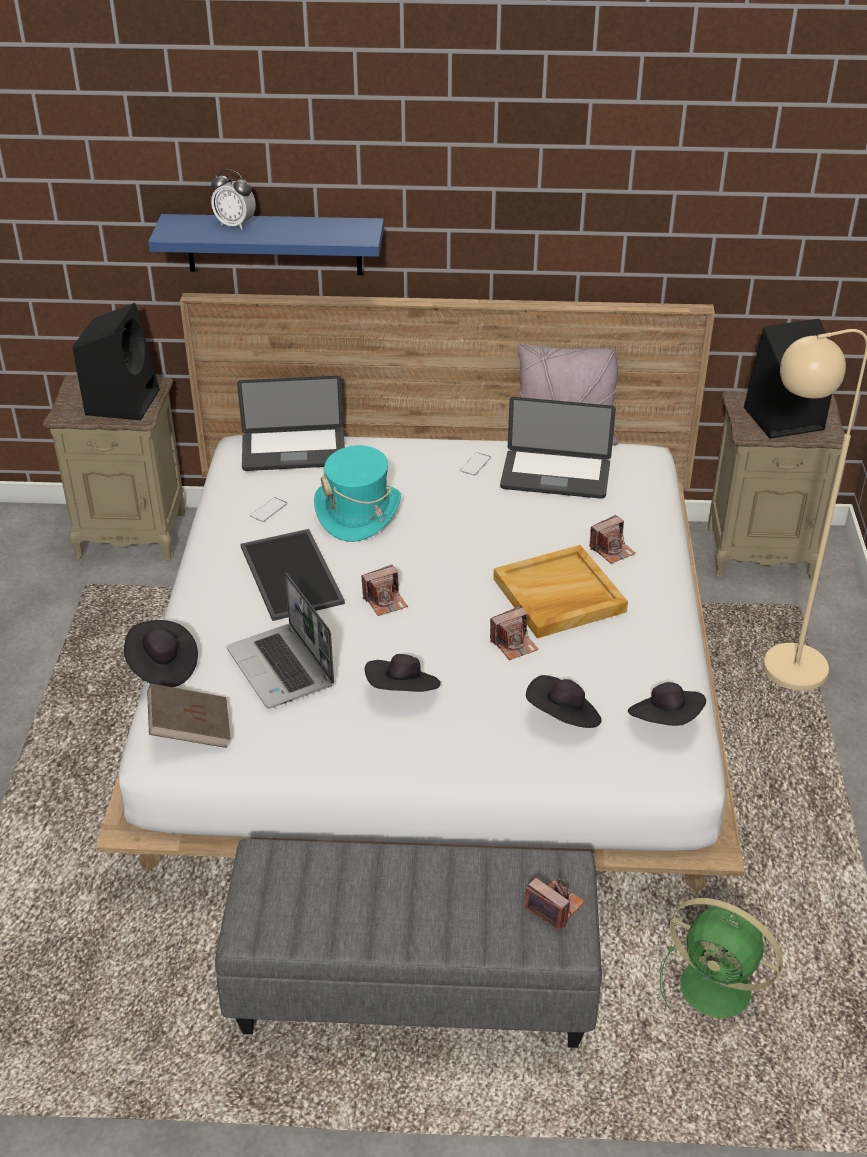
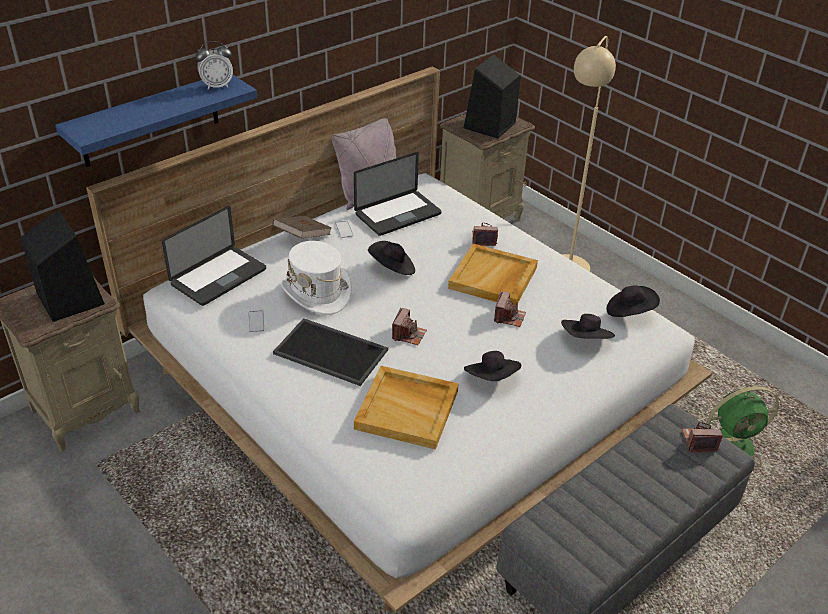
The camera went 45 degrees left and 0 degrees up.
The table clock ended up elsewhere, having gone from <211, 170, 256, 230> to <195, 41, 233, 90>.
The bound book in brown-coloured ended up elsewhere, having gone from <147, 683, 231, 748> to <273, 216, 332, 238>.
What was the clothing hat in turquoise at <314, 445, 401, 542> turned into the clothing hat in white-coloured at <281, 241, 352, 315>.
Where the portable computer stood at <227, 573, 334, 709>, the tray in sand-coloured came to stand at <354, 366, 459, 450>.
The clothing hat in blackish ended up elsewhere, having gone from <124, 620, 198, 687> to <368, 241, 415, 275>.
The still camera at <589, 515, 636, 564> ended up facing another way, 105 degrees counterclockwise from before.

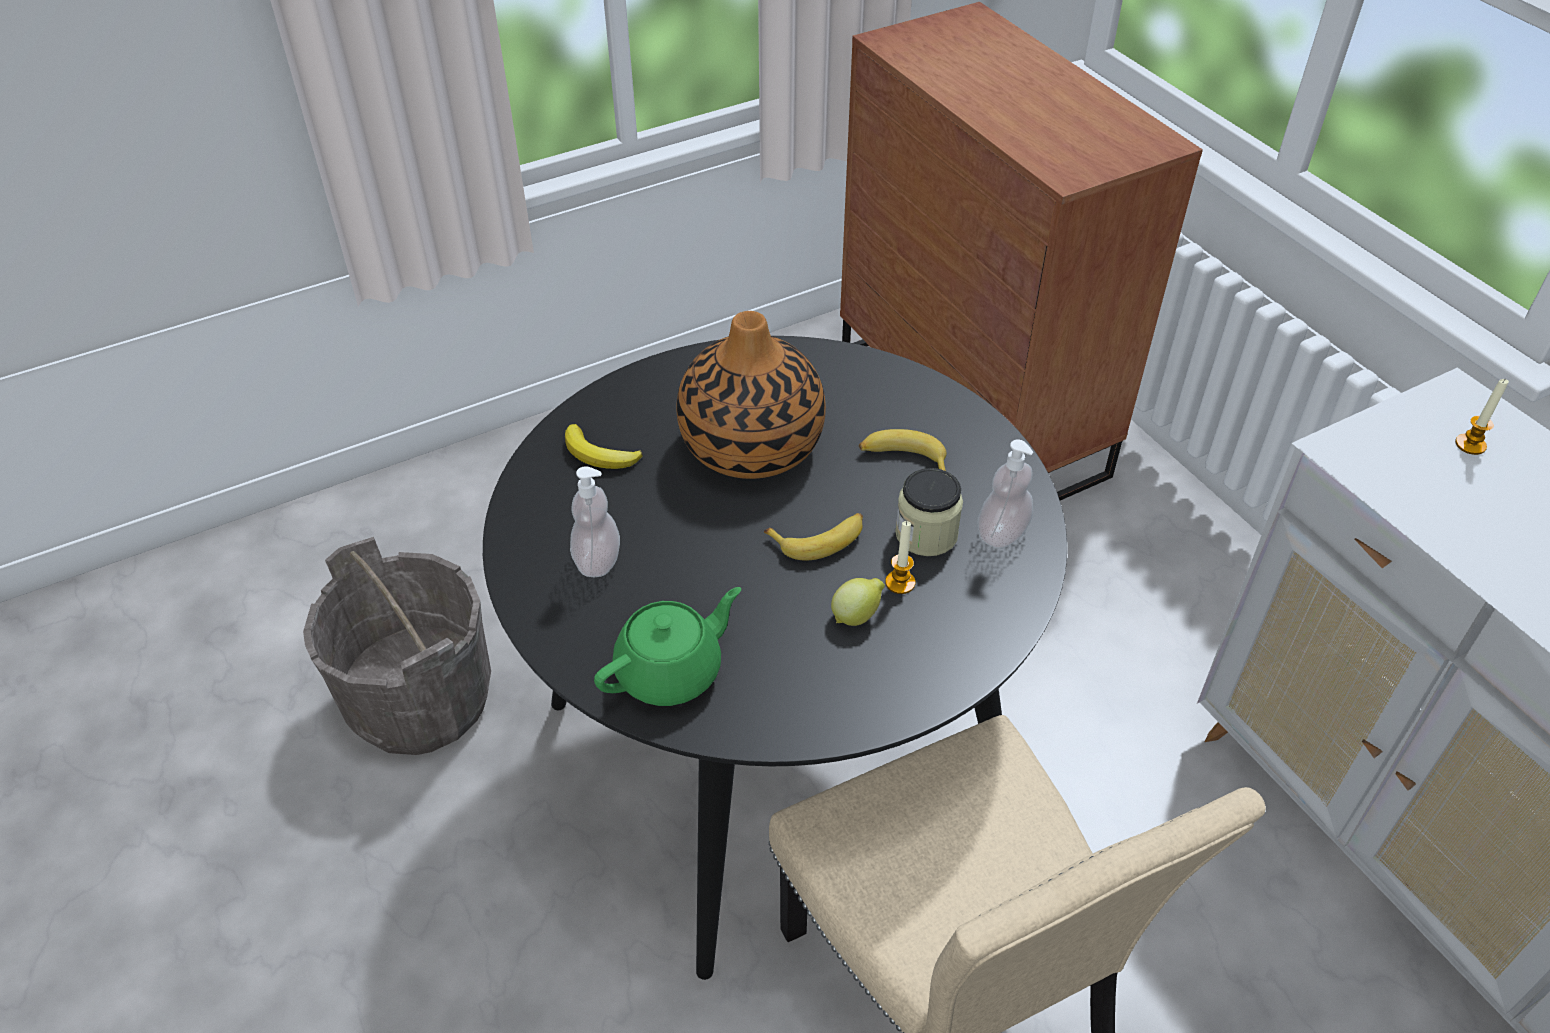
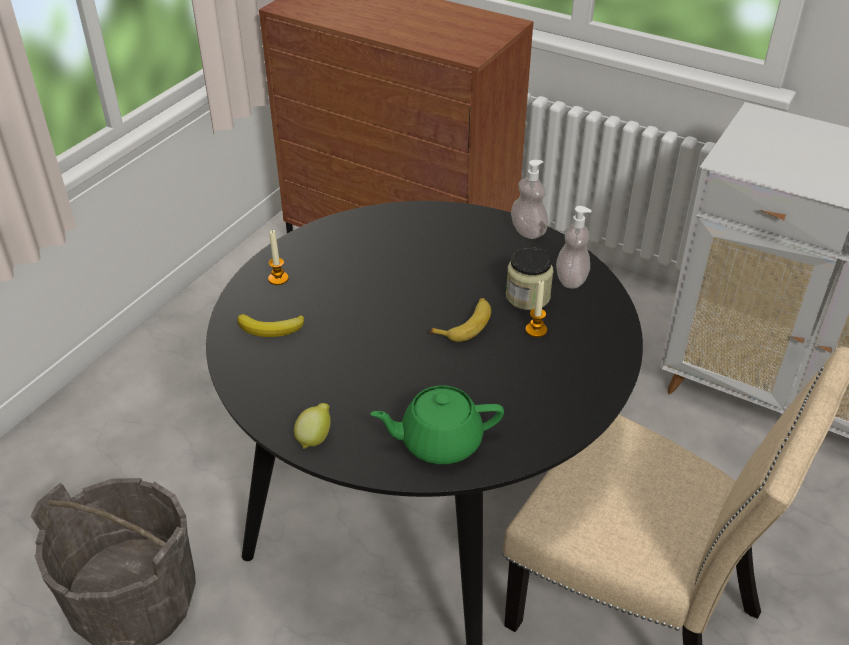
The camera went 30 degrees left and 5 degrees down.
The wax light ended up elsewhere, having gone from <1455, 378, 1509, 455> to <268, 230, 289, 285>.
The whole lemon ended up elsewhere, having gone from <831, 578, 885, 626> to <294, 403, 331, 449>.
The teapot in green-coloured at <594, 587, 741, 706> ended up facing another way, 120 degrees counterclockwise from before.
The liquid soap bottle ended up elsewhere, having gone from <570, 466, 620, 577> to <511, 160, 548, 239>.
The second view lost the vase at <676, 311, 826, 479>.
The second view lost the whole banana at <859, 429, 947, 471>.

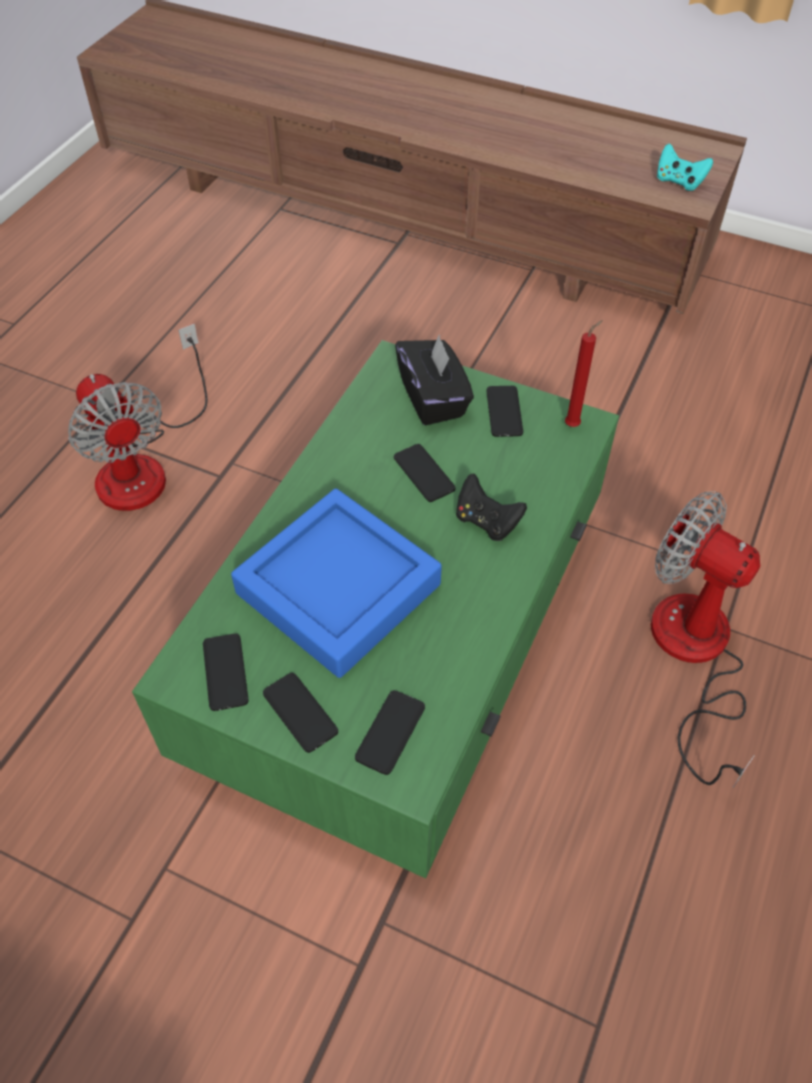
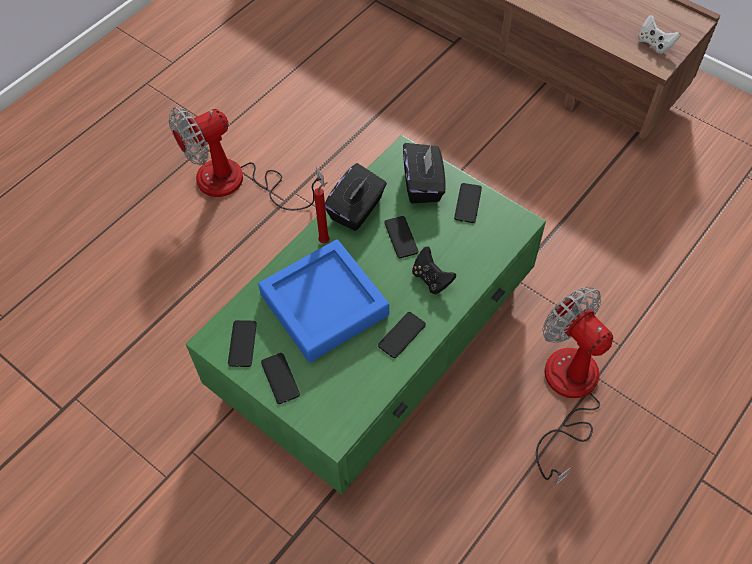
The camera went 15 degrees right and 5 degrees up.
The cooling fan at <68, 324, 208, 511> ended up facing another way, 75 degrees clockwise from before.
The wax light in red-coloured ended up elsewhere, having gone from <565, 320, 603, 427> to <314, 182, 329, 243>.
The second view gained the box of tissues in blackish at <325, 163, 387, 231>.
The phone ended up elsewhere, having gone from <355, 690, 425, 775> to <378, 312, 426, 358>.
What was the joypad in turquoise at <657, 143, 713, 191> turned into the joypad in white-coloured at <638, 15, 680, 54>.

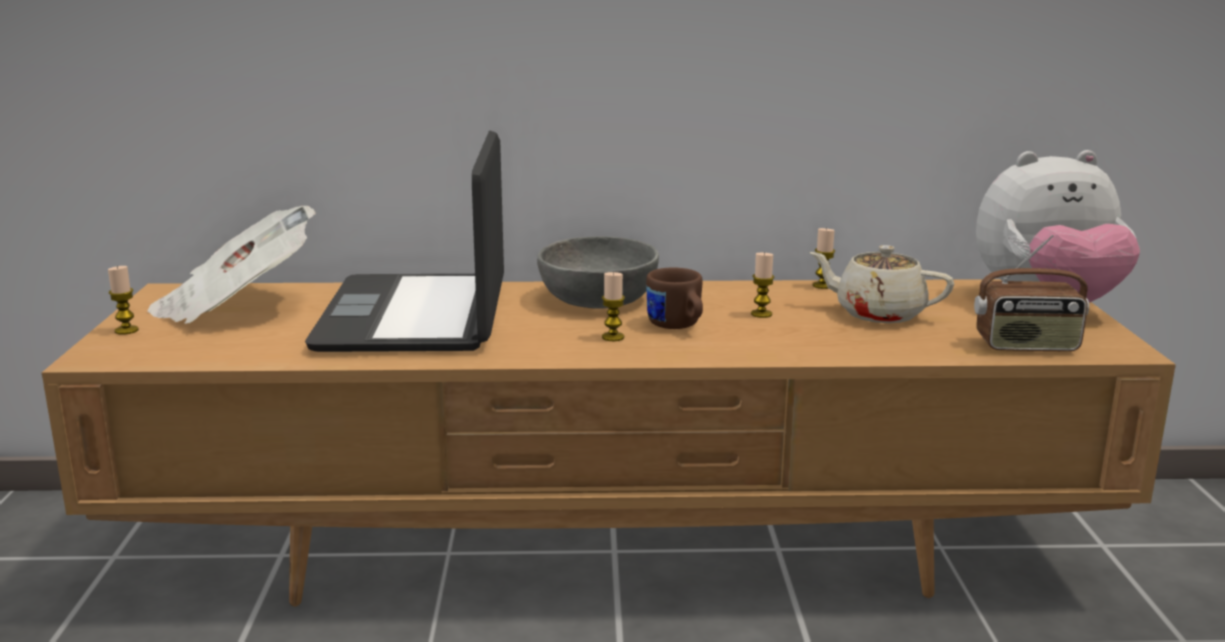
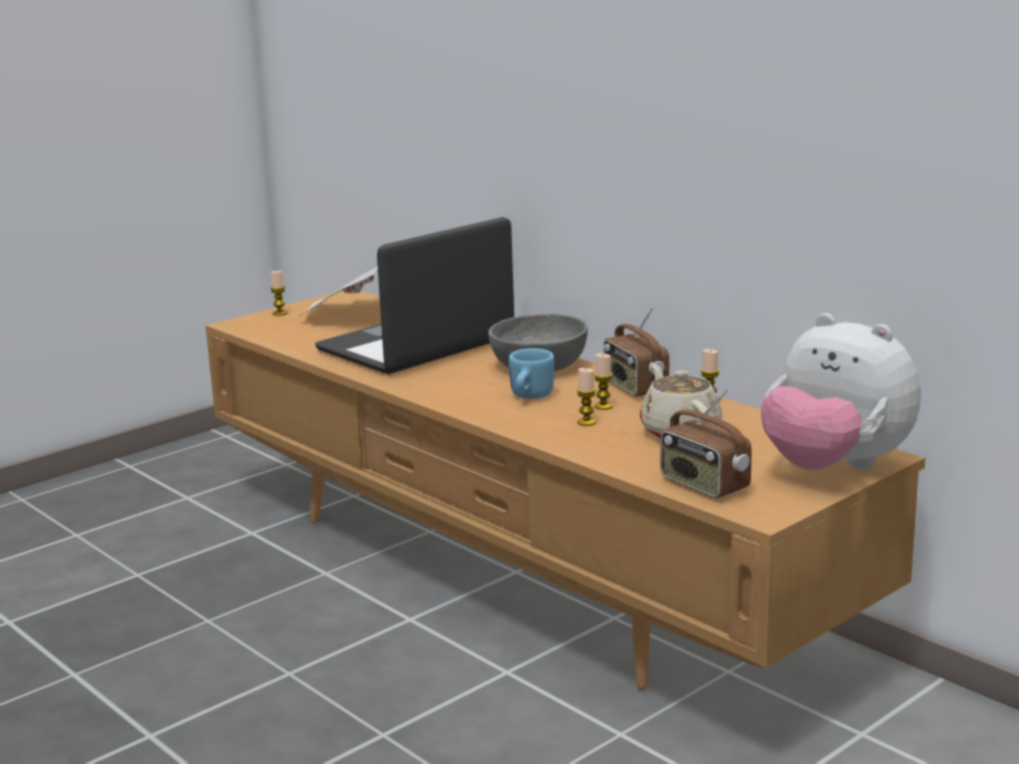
The camera went 50 degrees right and 0 degrees up.
What was the tea mug in brown-coloured at <646, 268, 703, 329> turned into the tea mug in blue-coloured at <509, 348, 554, 399>.
The wax light ended up elsewhere, having gone from <602, 272, 625, 341> to <577, 368, 596, 426>.
The second view gained the radio receiver at <604, 306, 669, 397>.

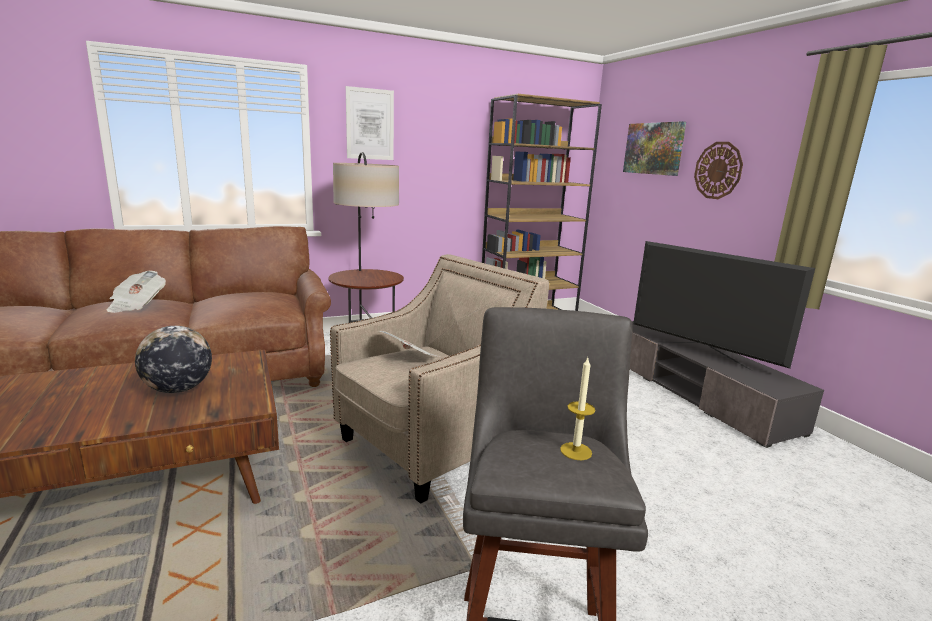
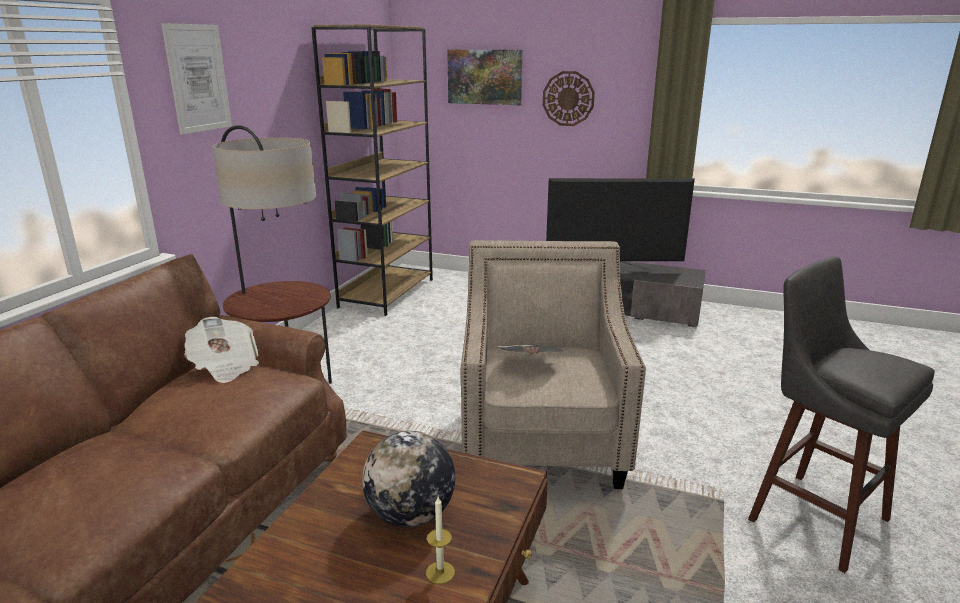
The camera went 45 degrees left and 5 degrees up.
The daily paper ended up elsewhere, having gone from <106, 271, 166, 313> to <184, 317, 259, 383>.
The wax light ended up elsewhere, having gone from <560, 358, 596, 460> to <426, 497, 455, 584>.

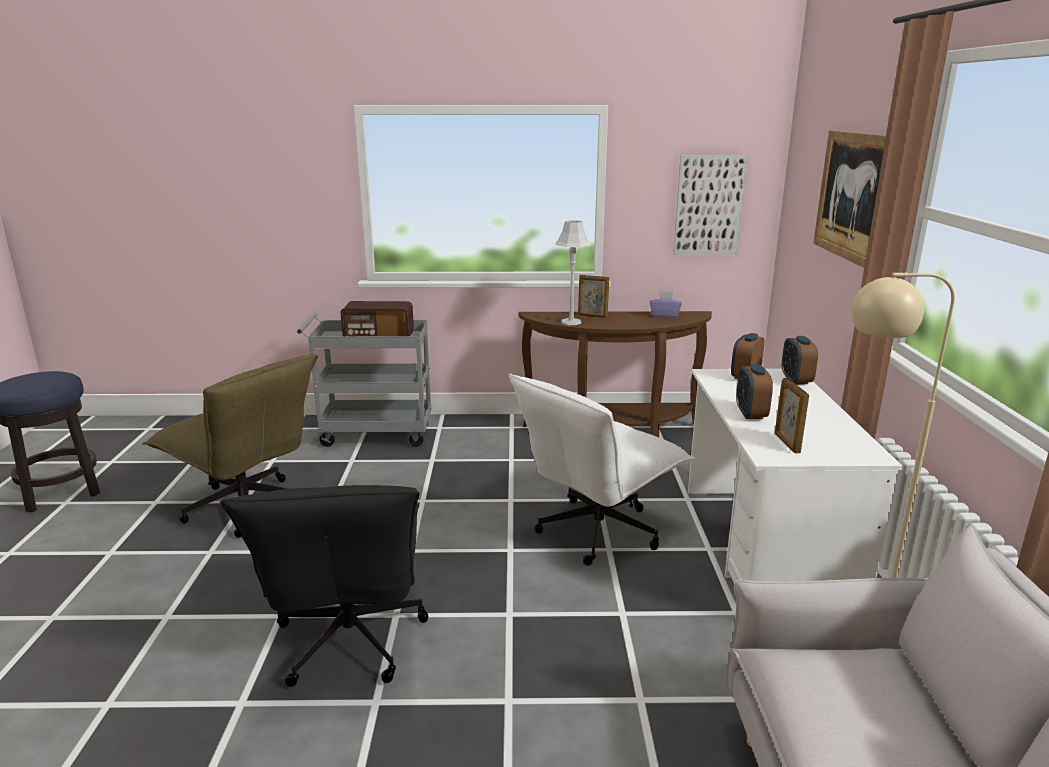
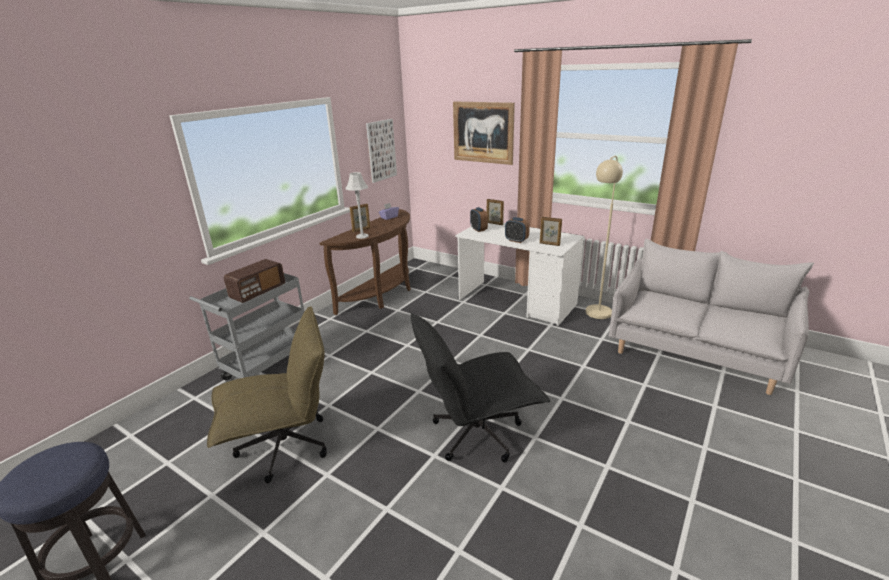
The camera went 55 degrees left and 5 degrees up.
The desk chair in blackish at <220, 485, 428, 687> ended up facing another way, 135 degrees clockwise from before.
Where the table clock stood at <782, 336, 818, 384>, the standing frame came to stand at <487, 199, 504, 225>.
The second view lost the desk chair in white-coloured at <508, 374, 696, 566>.

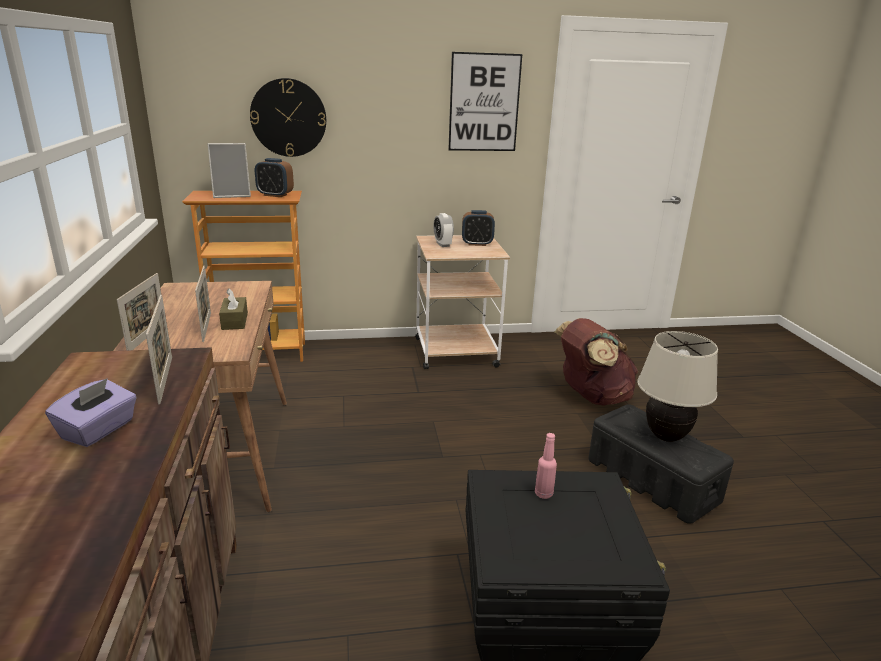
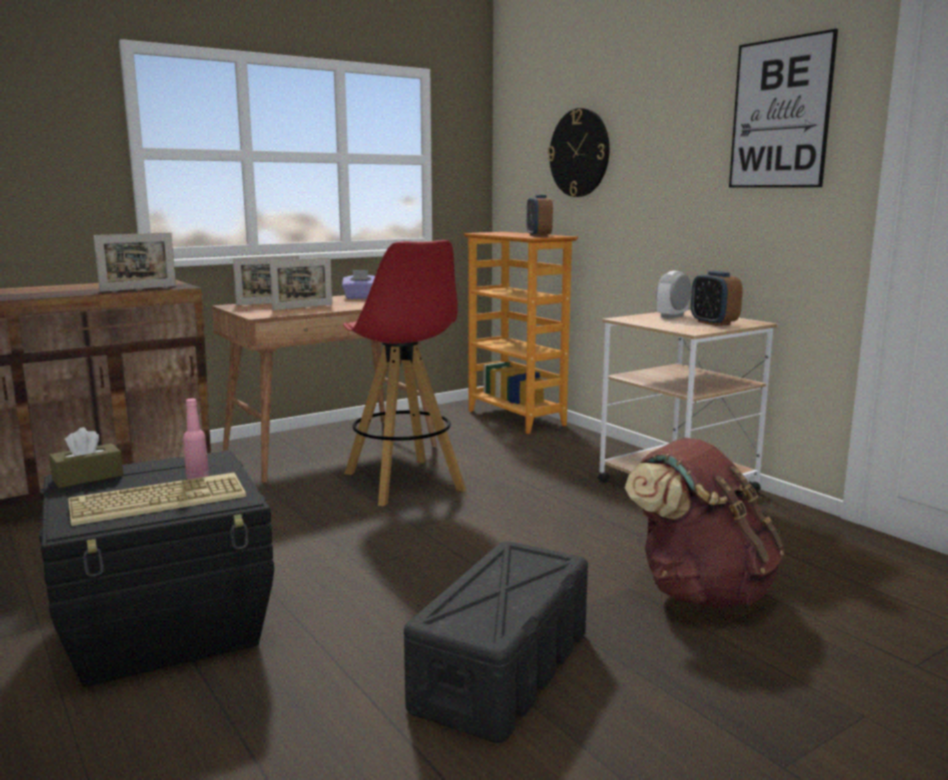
The camera went 65 degrees right and 10 degrees down.
The box of tissues in brown-coloured ended up elsewhere, having gone from <219, 288, 248, 330> to <49, 427, 123, 488>.
The second view gained the keyboard at <68, 472, 246, 526>.
The box of tissues in purple-coloured ended up elsewhere, having gone from <45, 378, 137, 447> to <342, 270, 375, 299>.
The second view gained the stool seat in red-coloured at <343, 240, 466, 506>.
The second view lost the standing frame at <208, 143, 251, 198>.
The second view lost the table lamp in sand-coloured at <637, 331, 718, 442>.

